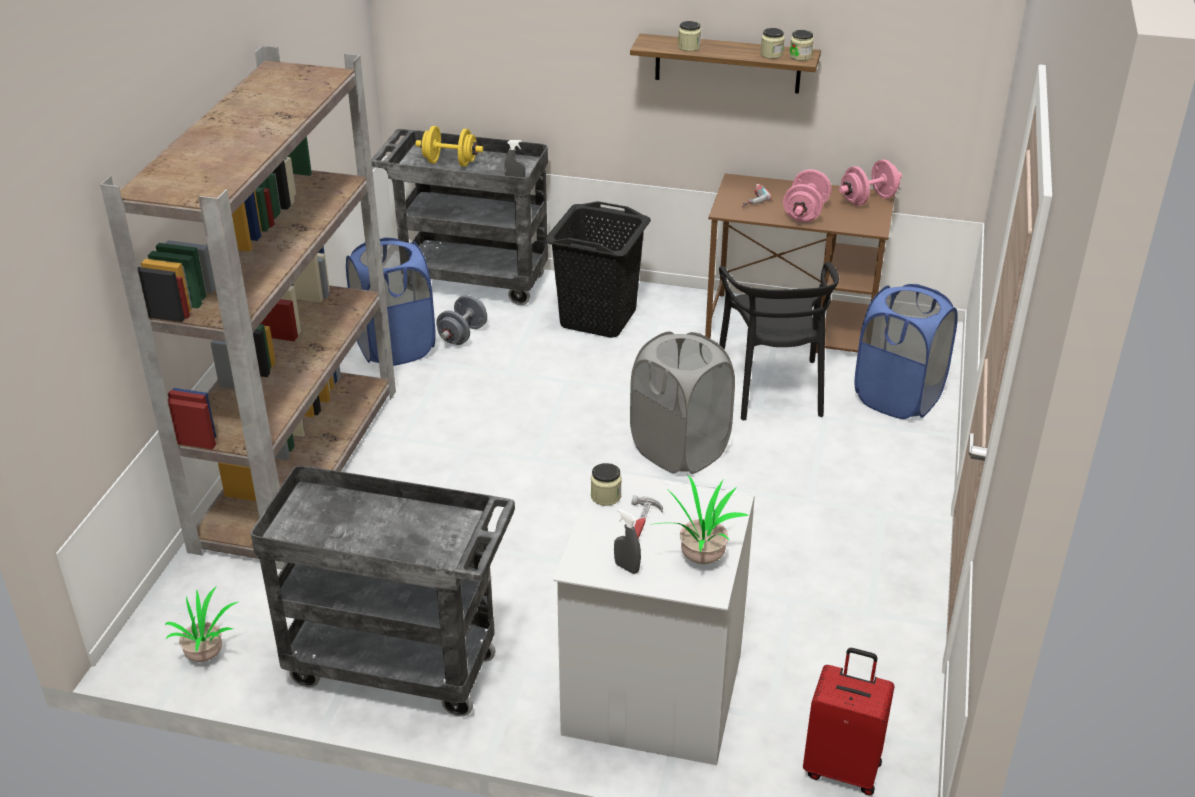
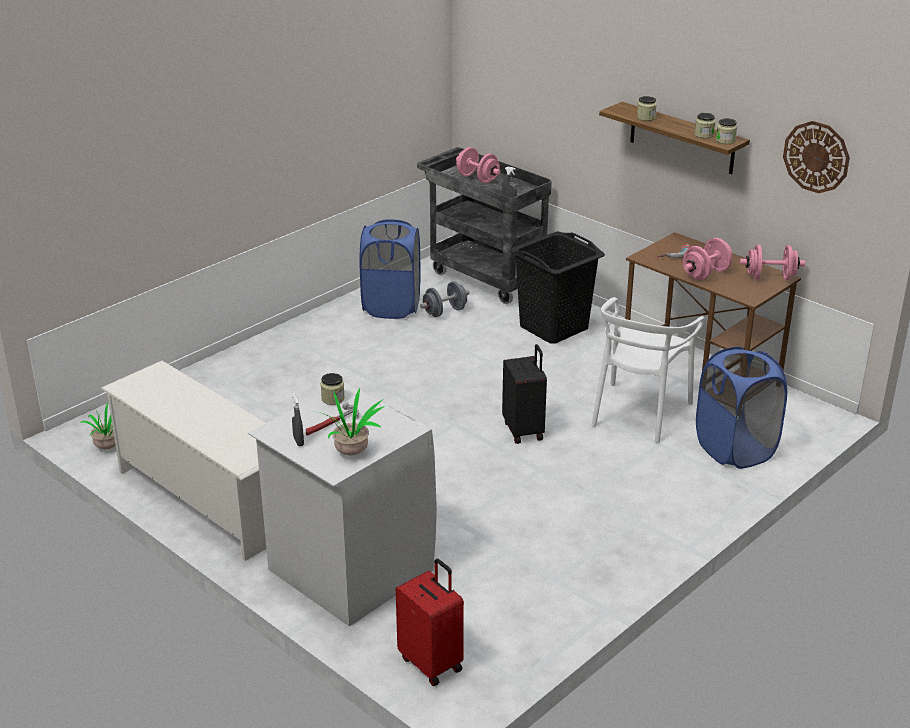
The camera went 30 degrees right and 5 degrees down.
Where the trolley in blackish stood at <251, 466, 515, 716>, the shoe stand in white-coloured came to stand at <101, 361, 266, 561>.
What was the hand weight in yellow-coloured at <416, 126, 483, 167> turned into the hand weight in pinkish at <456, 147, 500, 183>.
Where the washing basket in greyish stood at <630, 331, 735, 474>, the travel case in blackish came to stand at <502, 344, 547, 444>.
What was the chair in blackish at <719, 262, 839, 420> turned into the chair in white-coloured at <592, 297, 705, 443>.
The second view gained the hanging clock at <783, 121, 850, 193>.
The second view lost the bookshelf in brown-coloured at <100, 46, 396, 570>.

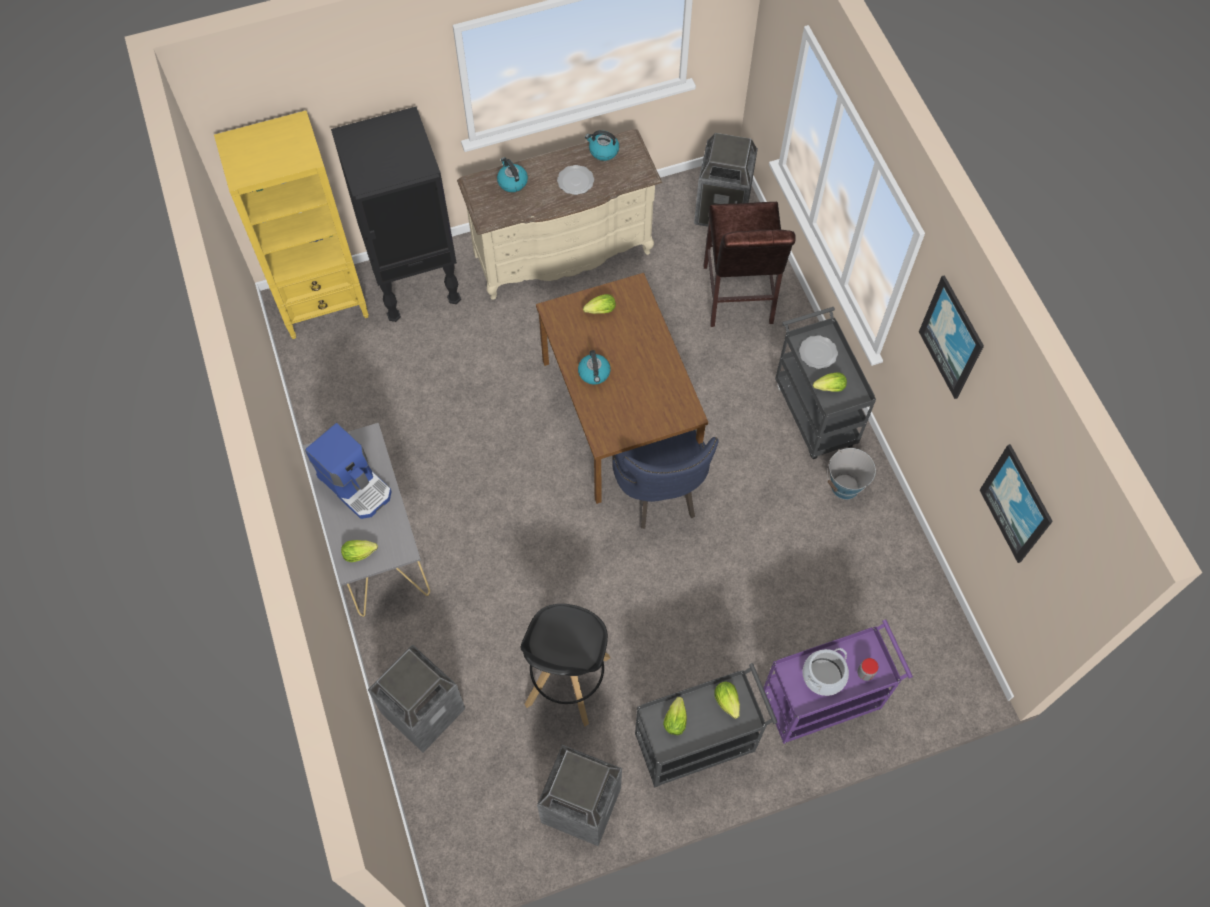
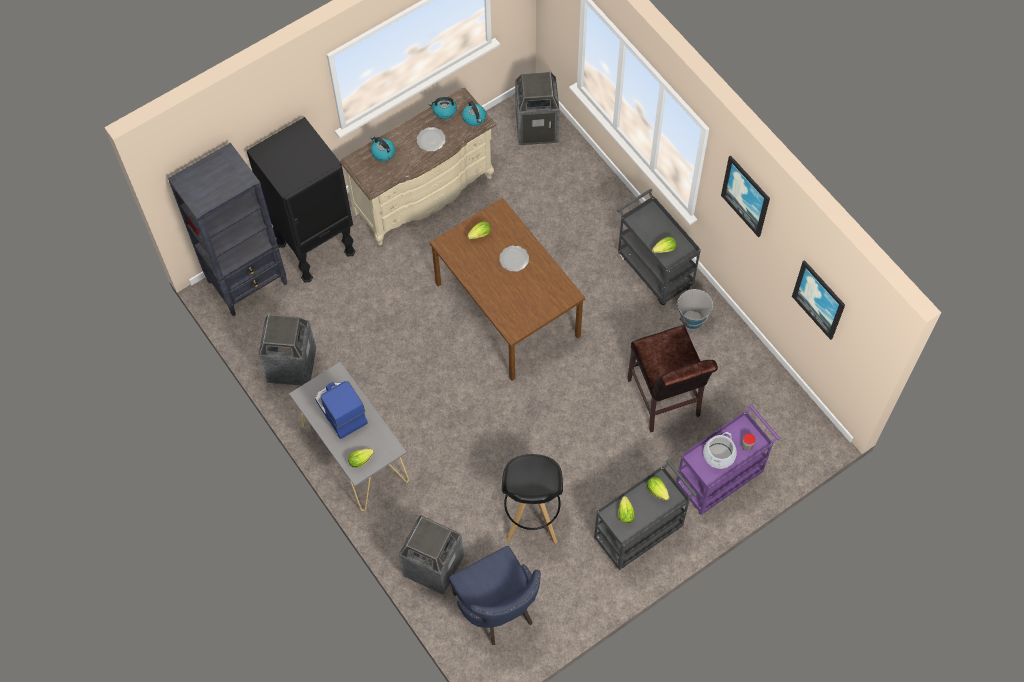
The camera went 15 degrees left and 0 degrees up.
What was the bookshelf in yellow-coloured at <214, 110, 369, 339> turned into the bookshelf in blackish at <168, 143, 287, 316>.
The trash can ended up elsewhere, having gone from <537, 745, 622, 846> to <258, 315, 316, 385>.
The coffee machine at <305, 423, 392, 519> ended up facing another way, 150 degrees counterclockwise from before.
The chair in blue-coloured ended up elsewhere, having gone from <612, 430, 719, 529> to <449, 546, 541, 645>.
The kettle ended up elsewhere, having gone from <578, 350, 611, 385> to <462, 101, 486, 126>.
The dinner plate ended up elsewhere, having gone from <799, 335, 838, 369> to <499, 246, 529, 272>.
The stool seat in brown-coloured ended up elsewhere, having gone from <703, 202, 796, 327> to <627, 325, 718, 433>.

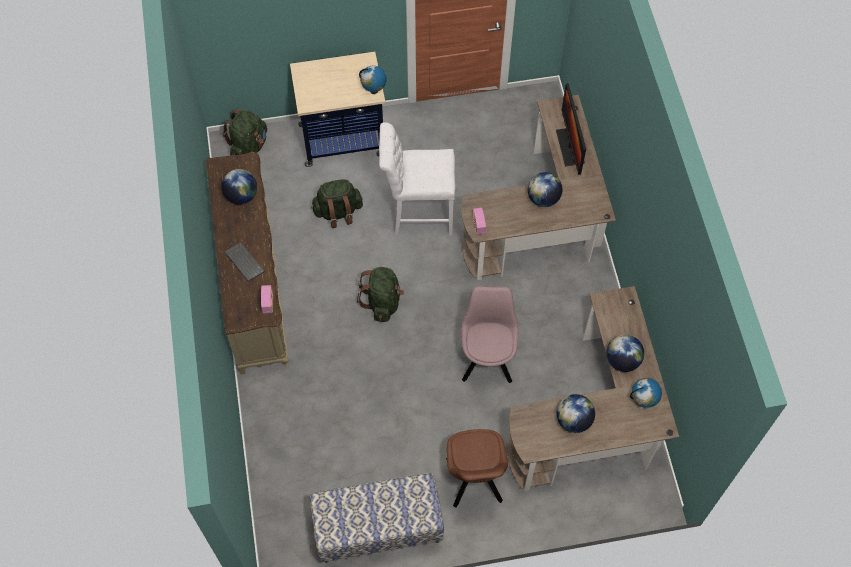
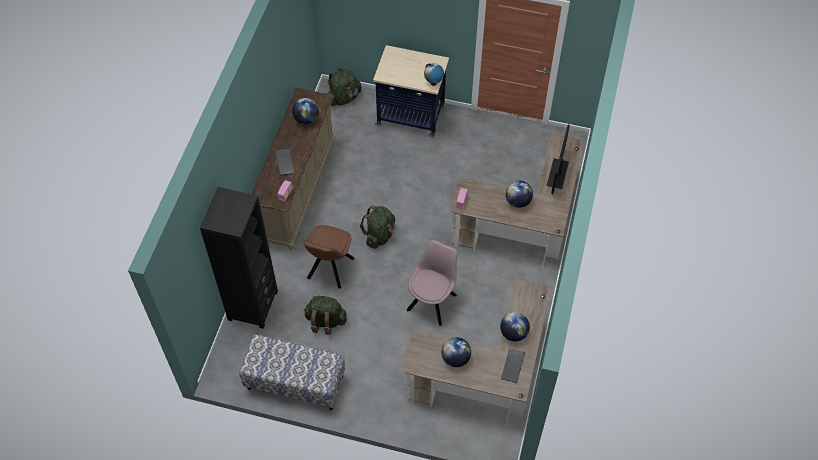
The camera went 25 degrees right and 5 degrees down.
The second view gained the bookshelf in blackish at <200, 187, 278, 329>.
The chair in brown-coloured ended up elsewhere, having gone from <446, 429, 508, 508> to <303, 225, 355, 289>.
The rucksack in green-coloured ended up elsewhere, having gone from <311, 179, 363, 228> to <304, 296, 347, 335>.
Where the desk globe stood at <630, 378, 662, 408>, the keyboard came to stand at <501, 349, 525, 383>.
The second view lost the stool seat in white-coloured at <379, 122, 455, 236>.

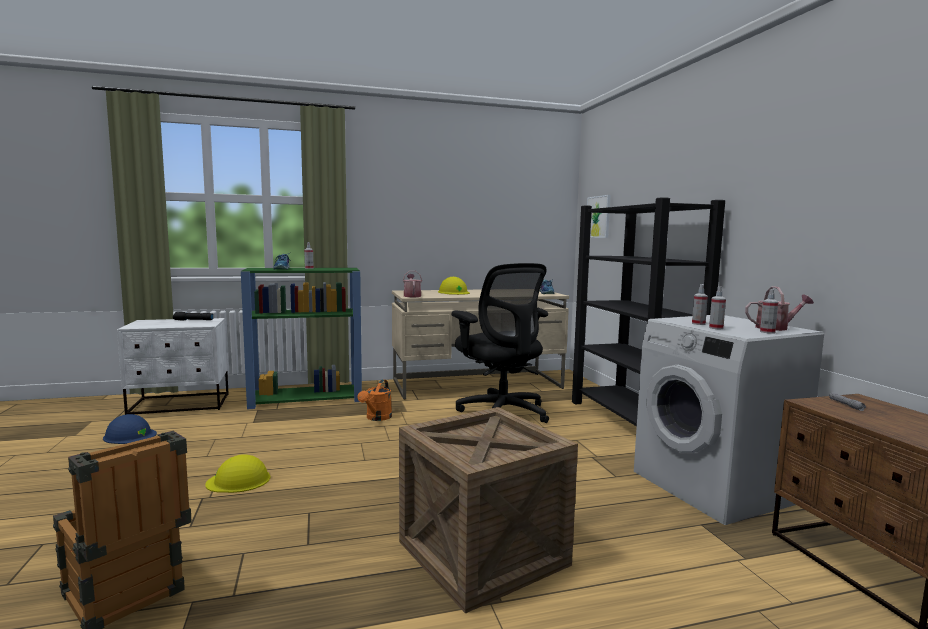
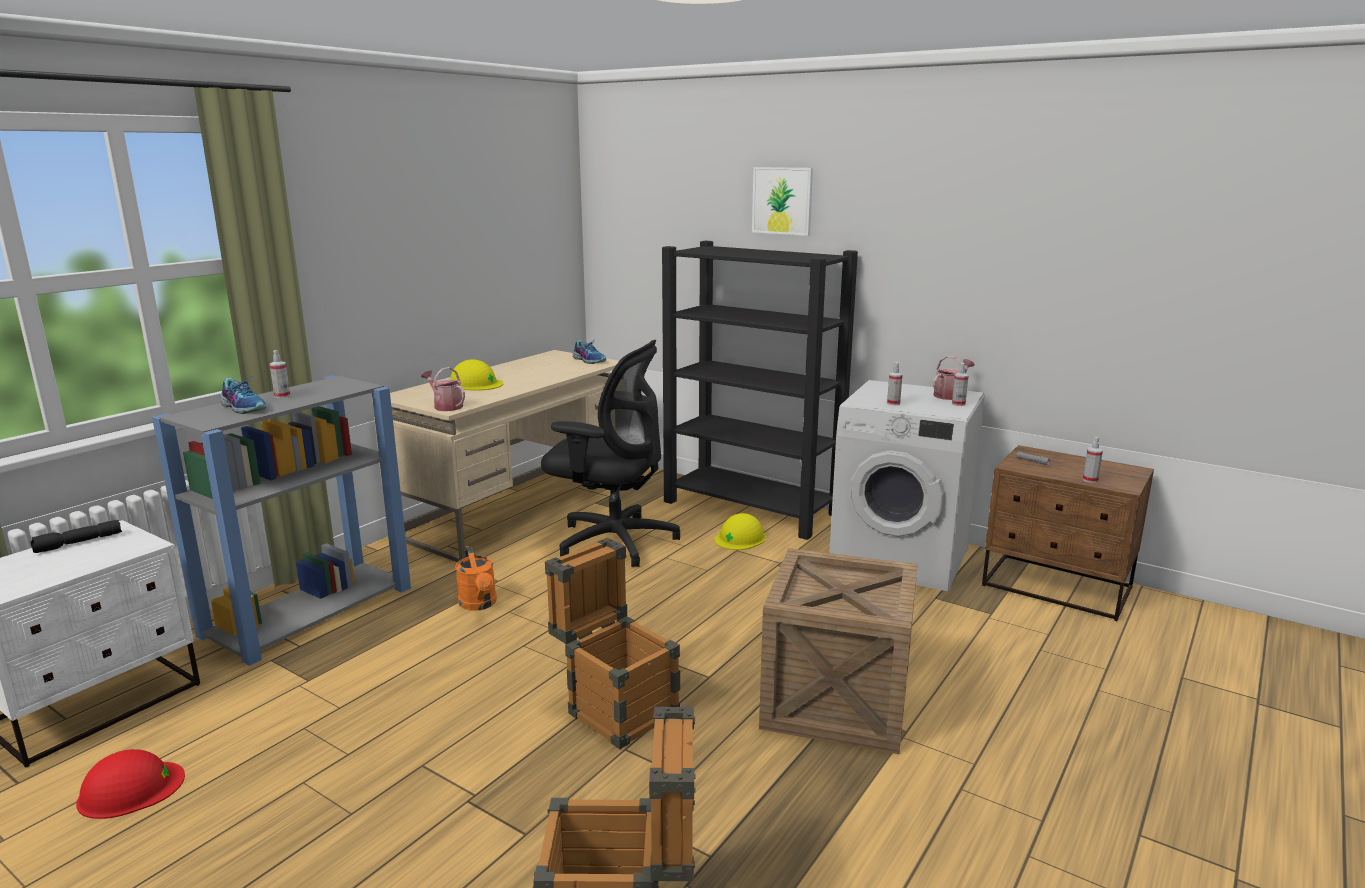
The camera went 40 degrees left and 10 degrees up.
What was the work helmet in blue-coloured at <103, 414, 157, 444> turned into the work helmet in red-coloured at <76, 749, 185, 819>.
What was the bookshelf in green-coloured at <241, 268, 362, 409> turned into the bookshelf in greyish at <152, 375, 411, 666>.
The second view gained the crate at <545, 538, 680, 749>.
The work helmet in yellow-coloured ended up elsewhere, having gone from <205, 454, 270, 493> to <714, 513, 766, 550>.
The picture ended up elsewhere, having gone from <587, 195, 611, 238> to <752, 167, 813, 236>.
The sprayer ended up elsewhere, having gone from <709, 286, 726, 329> to <1083, 437, 1103, 483>.

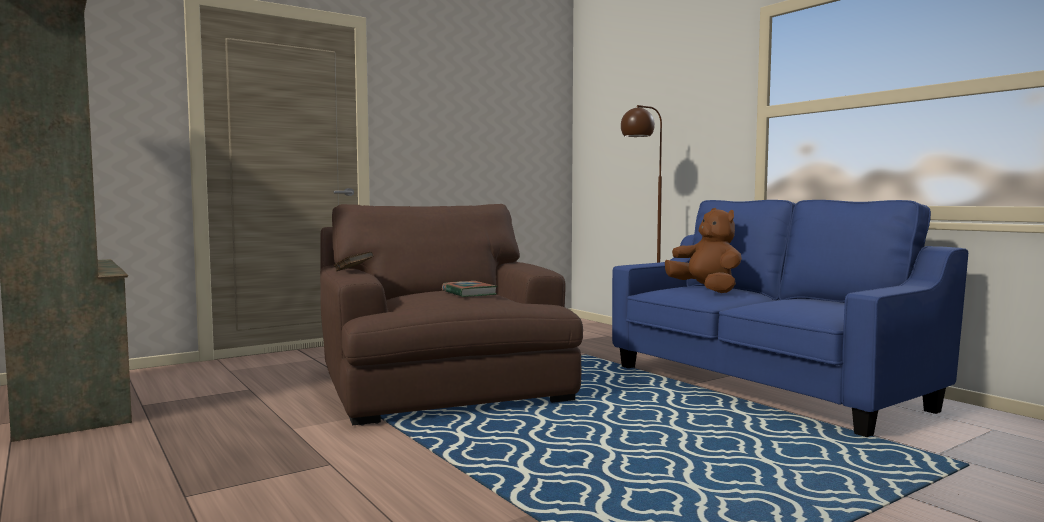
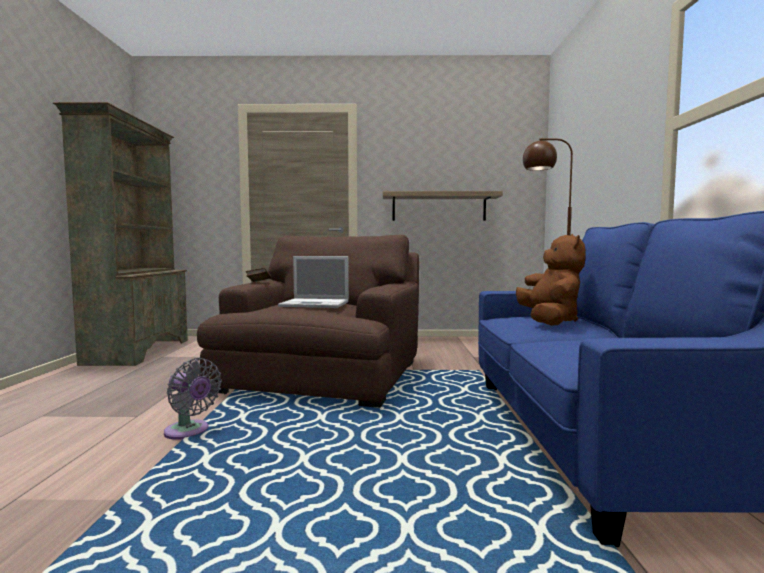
The camera went 35 degrees right and 0 degrees up.
The second view gained the cooling fan in greyish at <164, 358, 222, 440>.
Where the bound book stood at <442, 281, 498, 297>, the portable computer came to stand at <278, 256, 349, 308>.
The second view gained the shelf at <383, 191, 503, 221>.

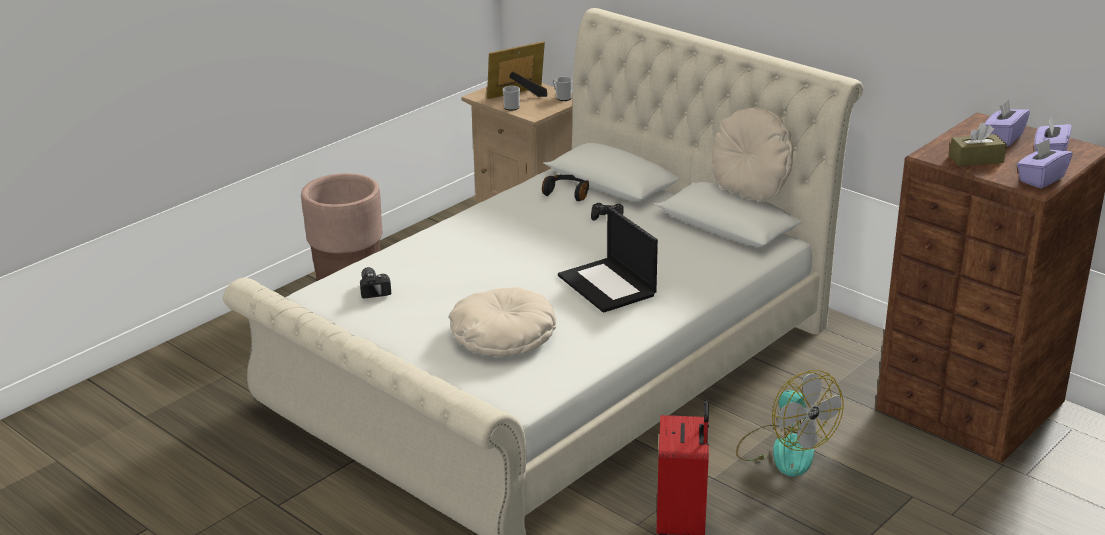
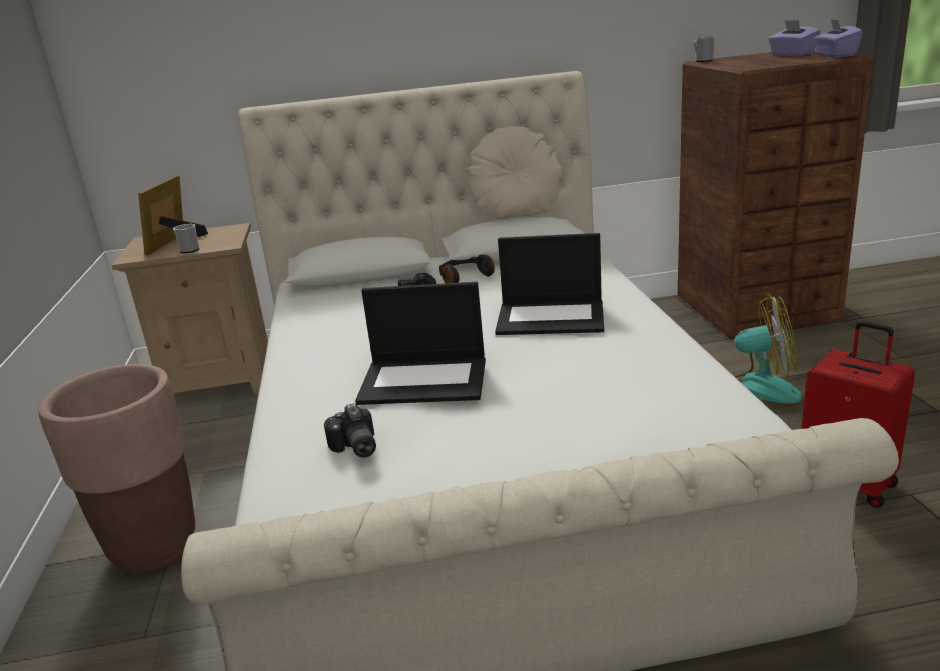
The camera went 50 degrees left and 5 degrees down.
The still camera at <360, 267, 391, 298> ended up facing another way, 135 degrees counterclockwise from before.
The second view gained the portable computer at <355, 282, 486, 405>.
The headset in blackish ended up elsewhere, having gone from <542, 174, 589, 201> to <439, 254, 495, 283>.
The tea mug ended up elsewhere, having gone from <552, 77, 572, 101> to <694, 36, 715, 62>.
The second view lost the pillow in sand-coloured at <449, 287, 556, 357>.
The second view lost the box of tissues in brown-coloured at <949, 123, 1007, 167>.
The second view lost the box of tissues in purple-coloured at <984, 99, 1030, 146>.

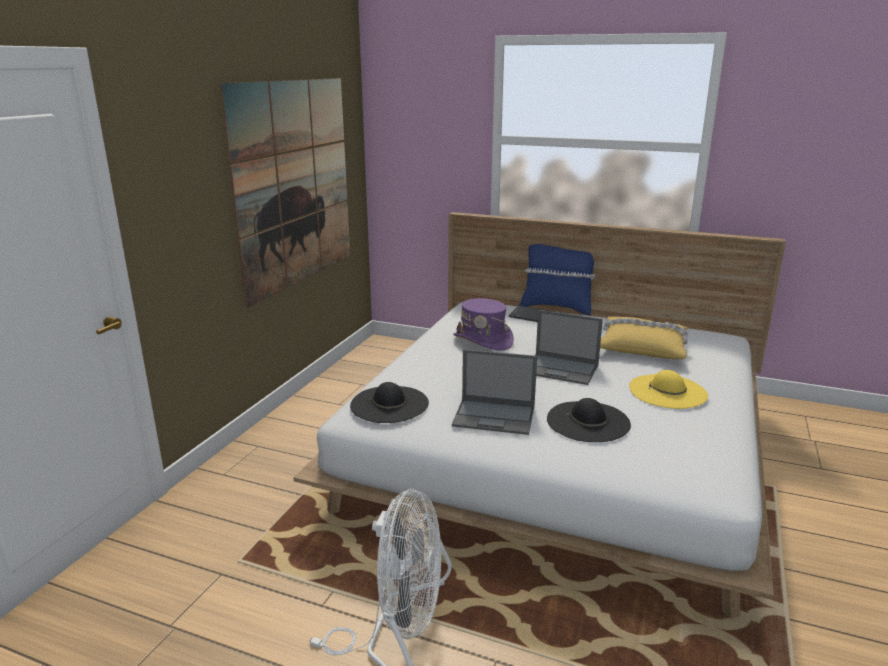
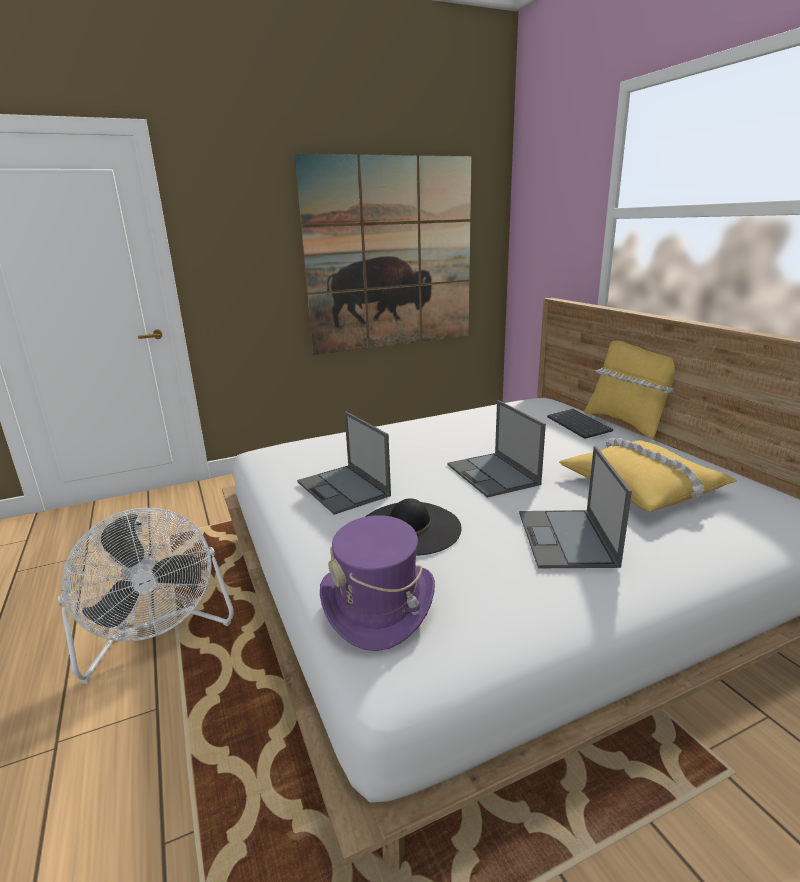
The camera went 45 degrees right and 0 degrees up.
The clothing hat in purple-coloured ended up elsewhere, having gone from <453, 298, 514, 351> to <320, 515, 435, 651>.
Where the clothing hat in yellow-coloured stood at <629, 370, 708, 409>, the portable computer came to stand at <519, 446, 632, 568>.
What was the pillow in blue-coloured at <519, 244, 596, 315> turned into the pillow in yellow-coloured at <584, 341, 675, 440>.
The second view lost the clothing hat in blackish at <350, 382, 429, 423>.

